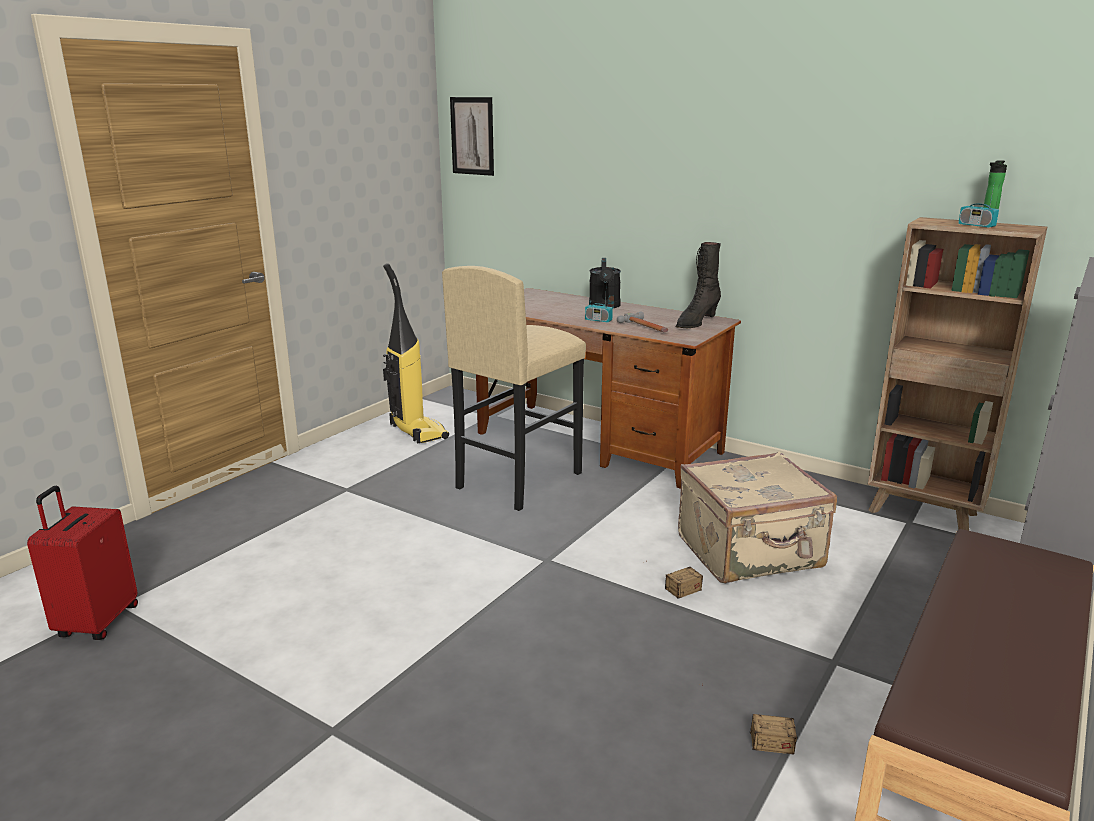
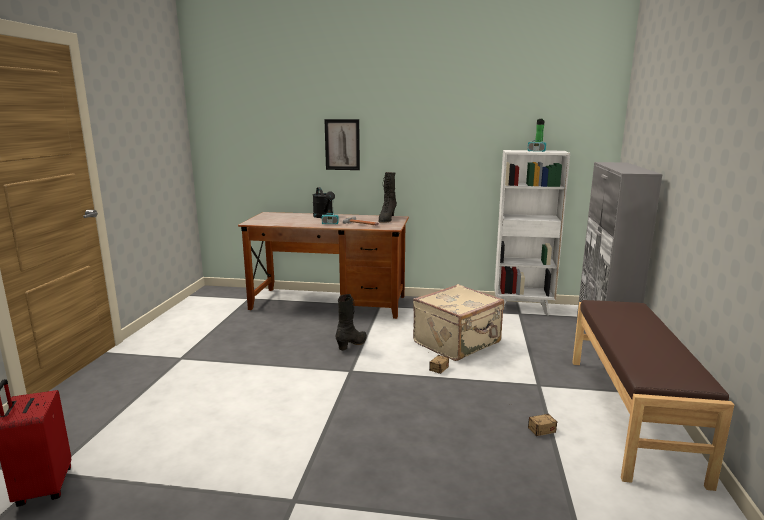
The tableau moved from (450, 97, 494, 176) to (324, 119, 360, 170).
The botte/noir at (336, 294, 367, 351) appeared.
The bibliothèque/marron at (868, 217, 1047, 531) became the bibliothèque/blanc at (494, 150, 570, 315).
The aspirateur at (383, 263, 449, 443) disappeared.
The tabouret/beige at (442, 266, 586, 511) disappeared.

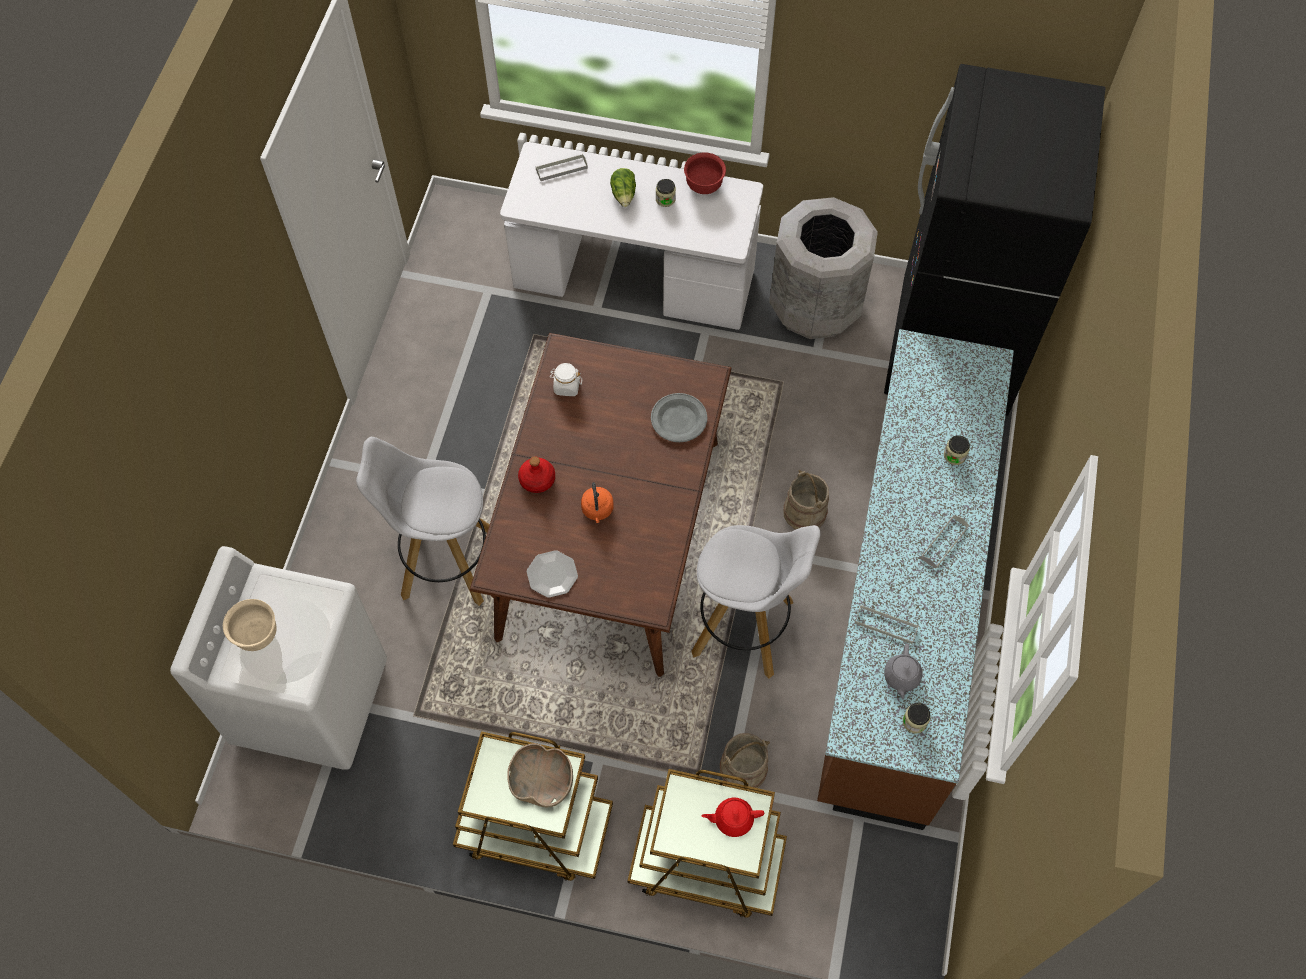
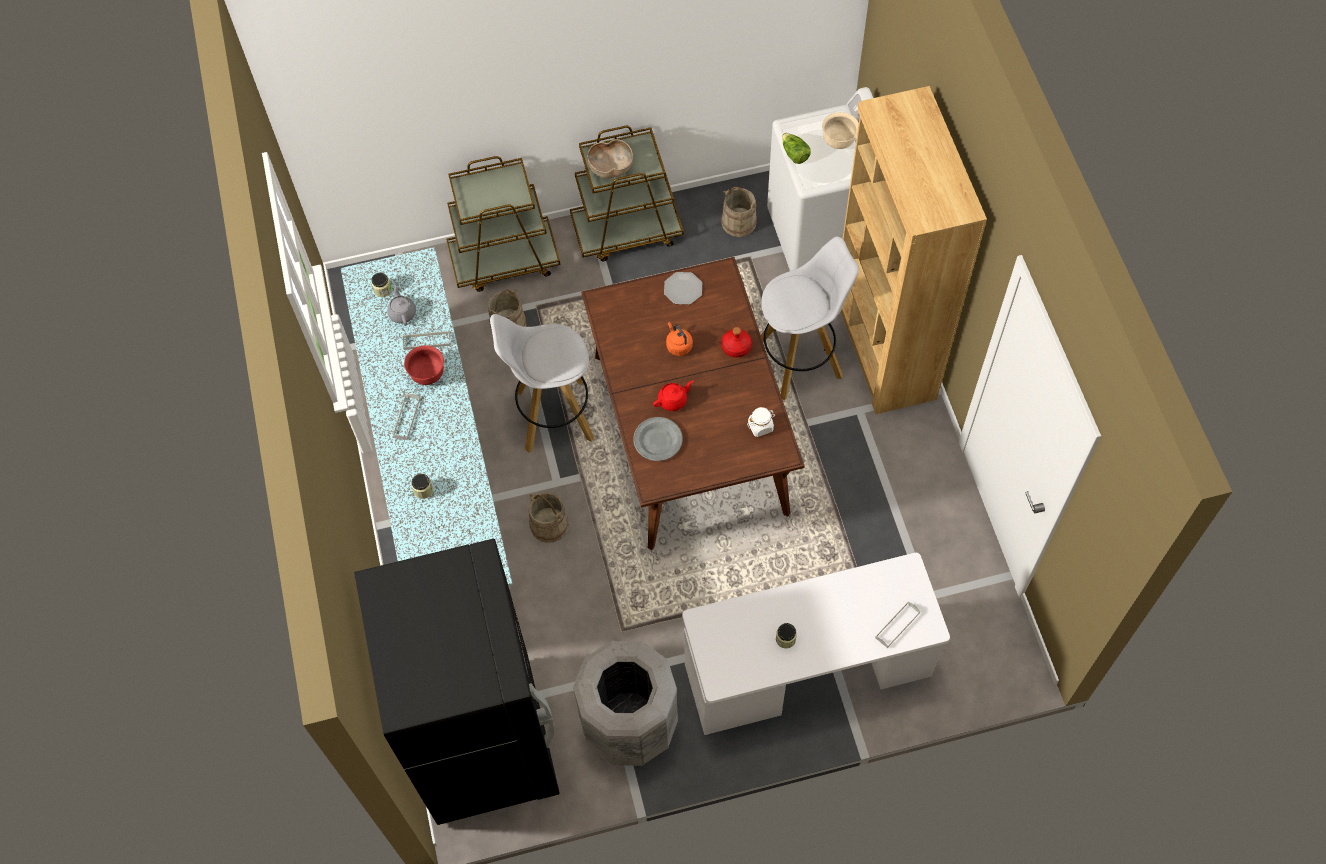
The bol/rouge moved from (684, 152, 726, 194) to (404, 345, 444, 385).
The théière/rouge moved from (701, 798, 764, 837) to (653, 380, 693, 411).
The seau/beige at (721, 187, 757, 237) appeared.
The laitue moved from (610, 168, 636, 207) to (782, 133, 811, 164).
The bibliothèque/marron at (841, 86, 987, 414) appeared.

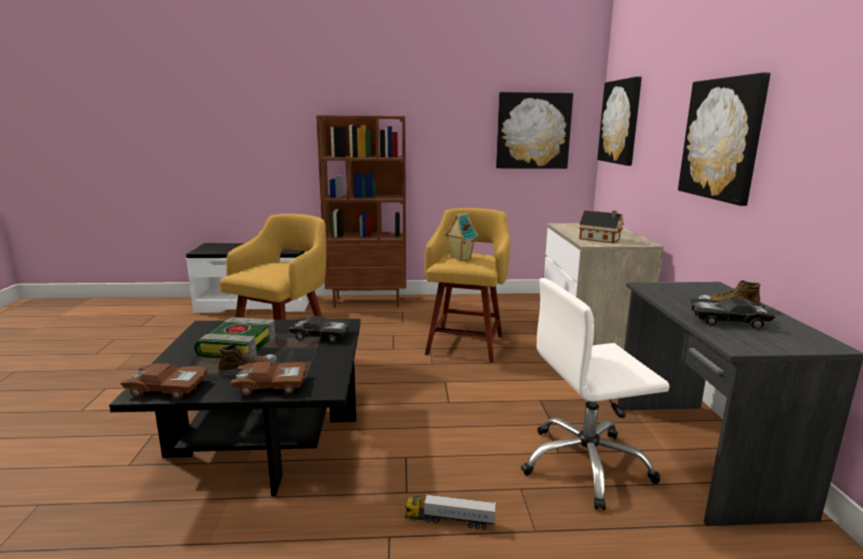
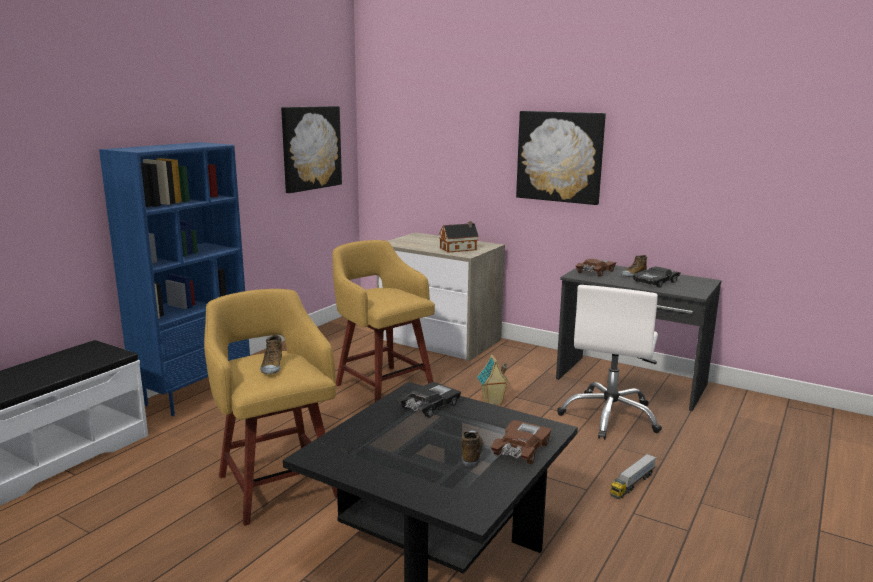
The bibliothèque/marron at (316, 115, 406, 308) became the bibliothèque/bleu at (99, 142, 250, 416).
The chaussure at (260, 335, 282, 374) appeared.
The maison miniature moved from (445, 212, 478, 261) to (477, 354, 510, 405).
The petite voiture/marron moved from (120, 363, 208, 399) to (576, 259, 616, 277).
The livre at (194, 317, 276, 358) disappeared.
The tableau at (597, 77, 642, 166) disappeared.

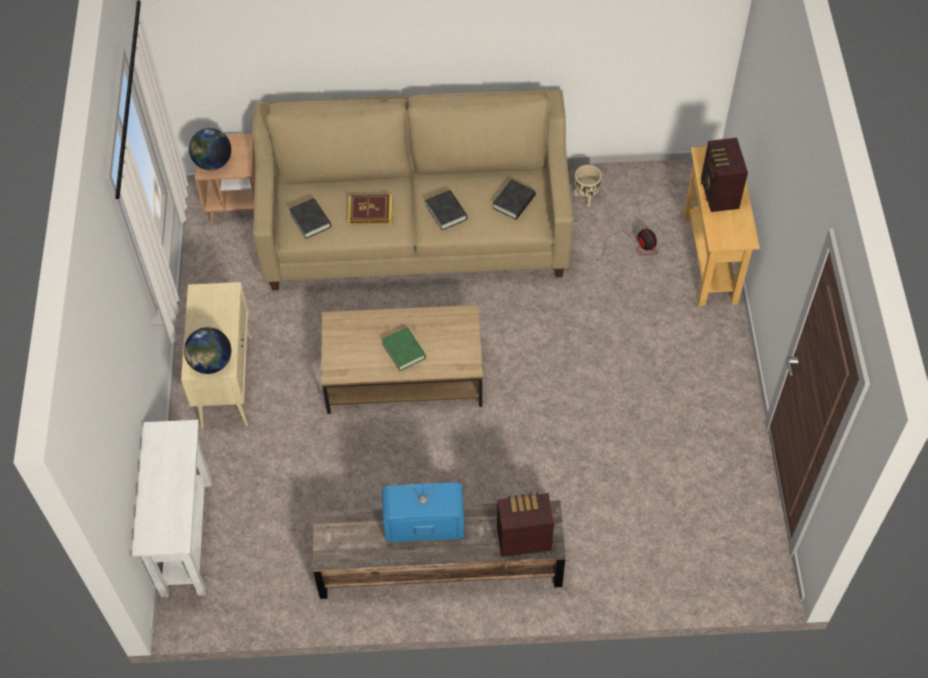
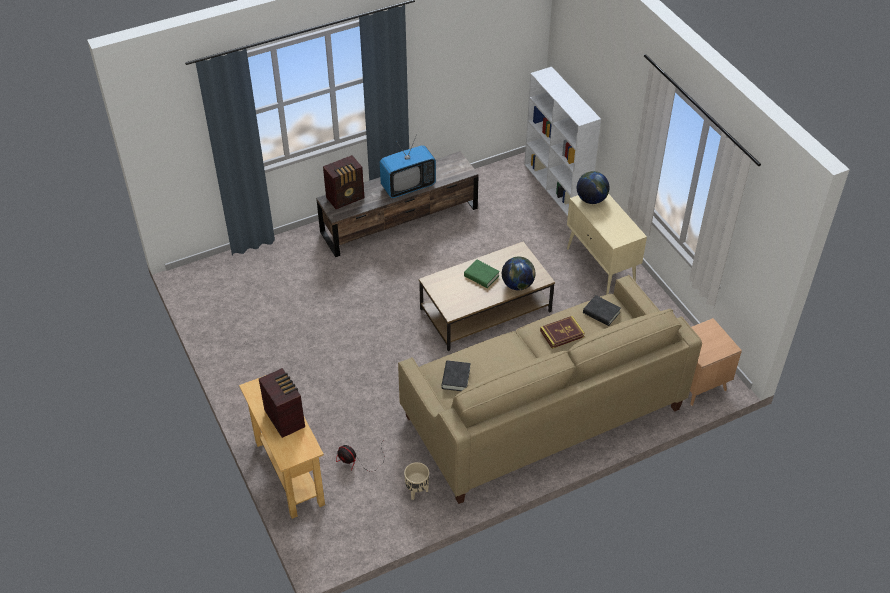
The globe moved from (189, 128, 231, 170) to (502, 256, 535, 291).
The table console/blanc at (132, 420, 212, 597) was replaced by the bibliothèque/blanc at (524, 67, 601, 216).
The livre/noir at (425, 190, 468, 230) disappeared.

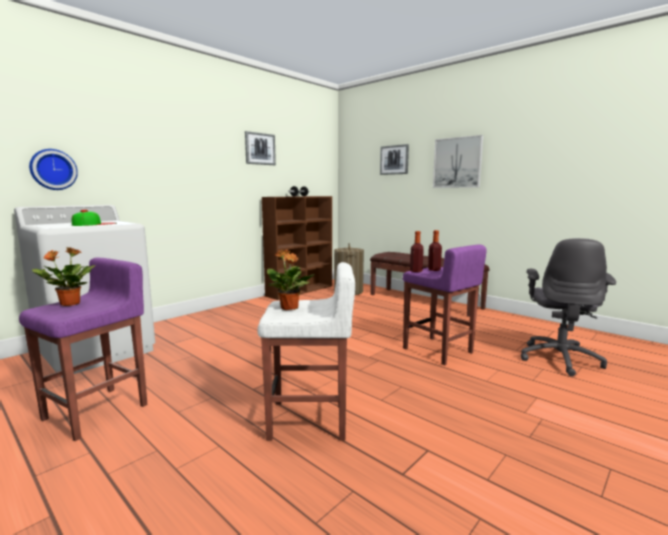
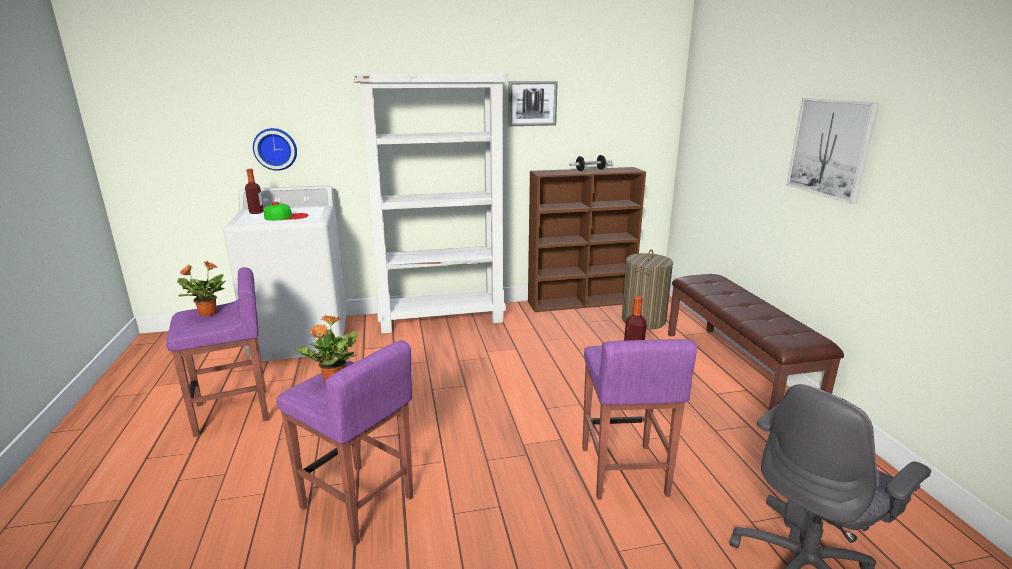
The bouteille moved from (410, 231, 424, 272) to (245, 169, 264, 214).
The tabouret/blanc at (257, 262, 355, 441) became the tabouret/violet at (276, 340, 413, 545).
The bibliothèque/blanc at (354, 74, 508, 334) appeared.
The tableau at (380, 144, 409, 175) disappeared.

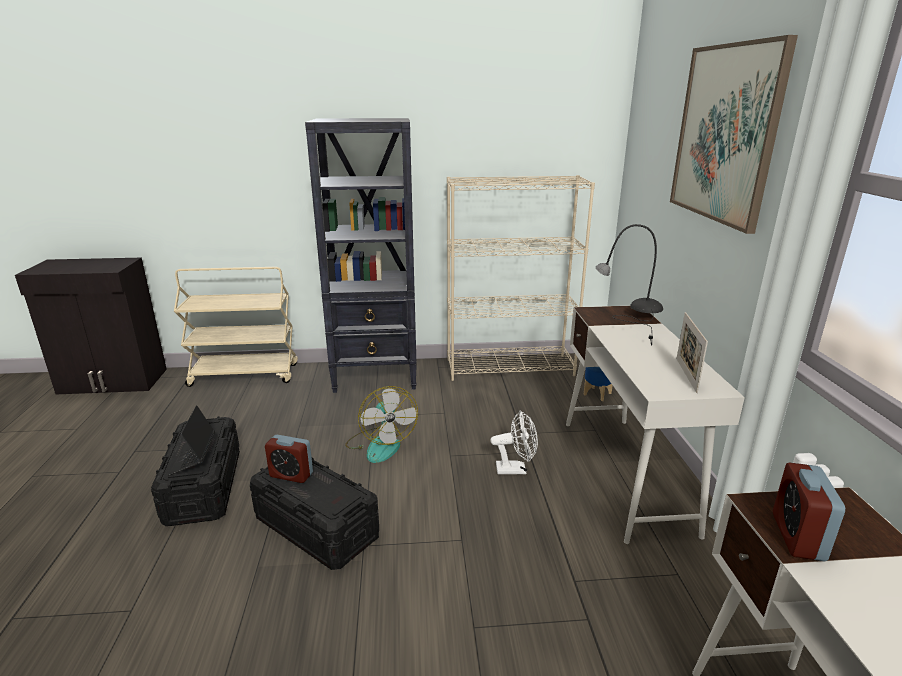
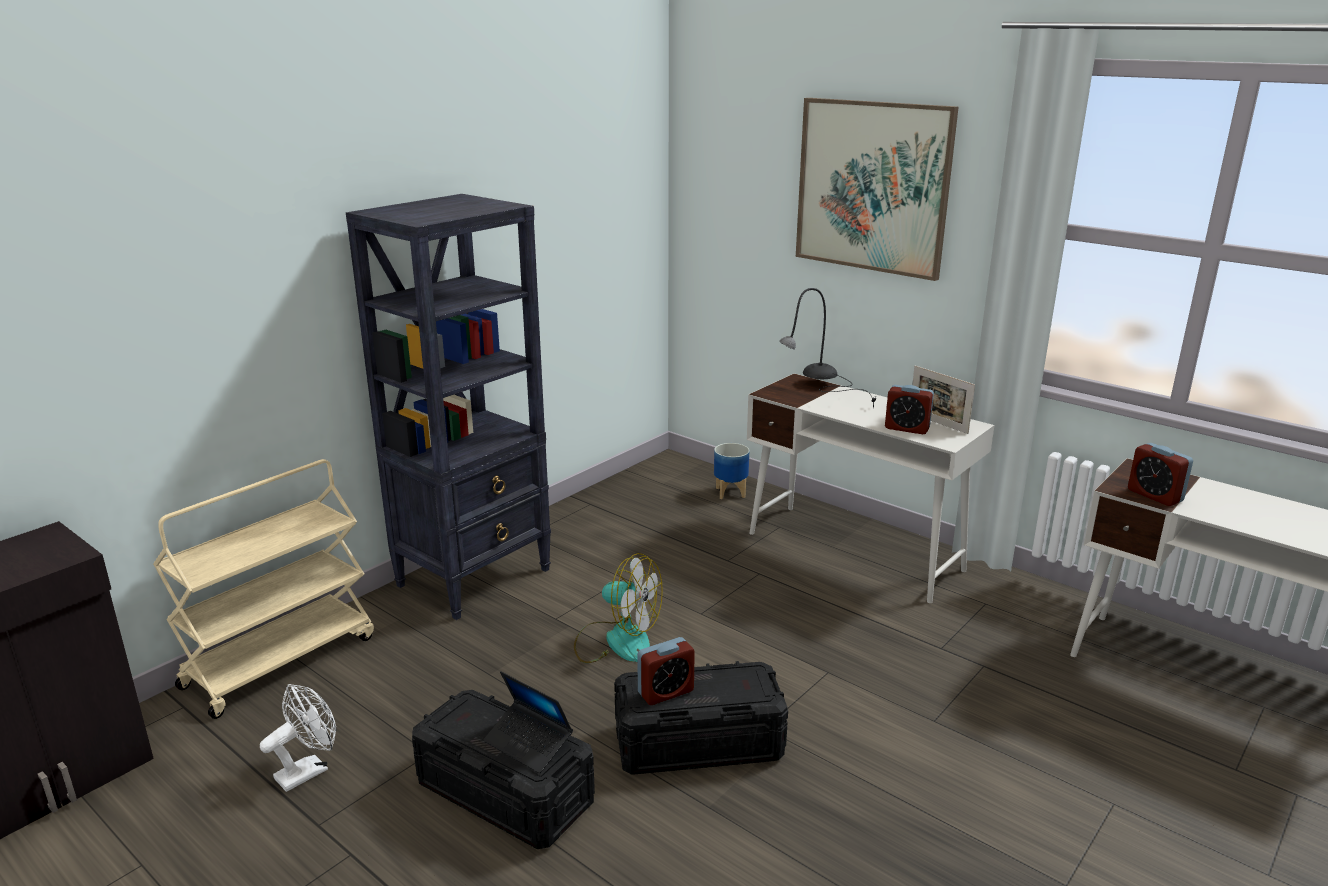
The ventilateur/blanc moved from (490, 411, 538, 474) to (260, 684, 336, 792).
The réveil at (885, 385, 934, 434) appeared.
The bibliothèque/beige at (447, 175, 595, 381) disappeared.

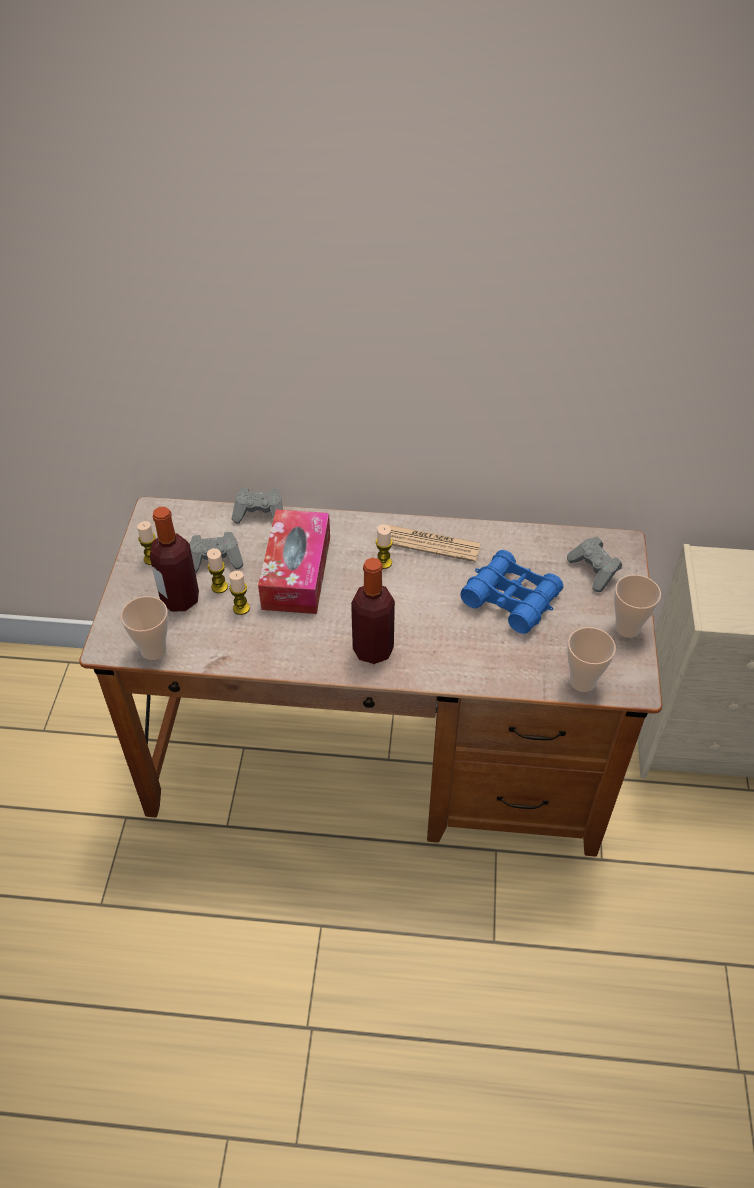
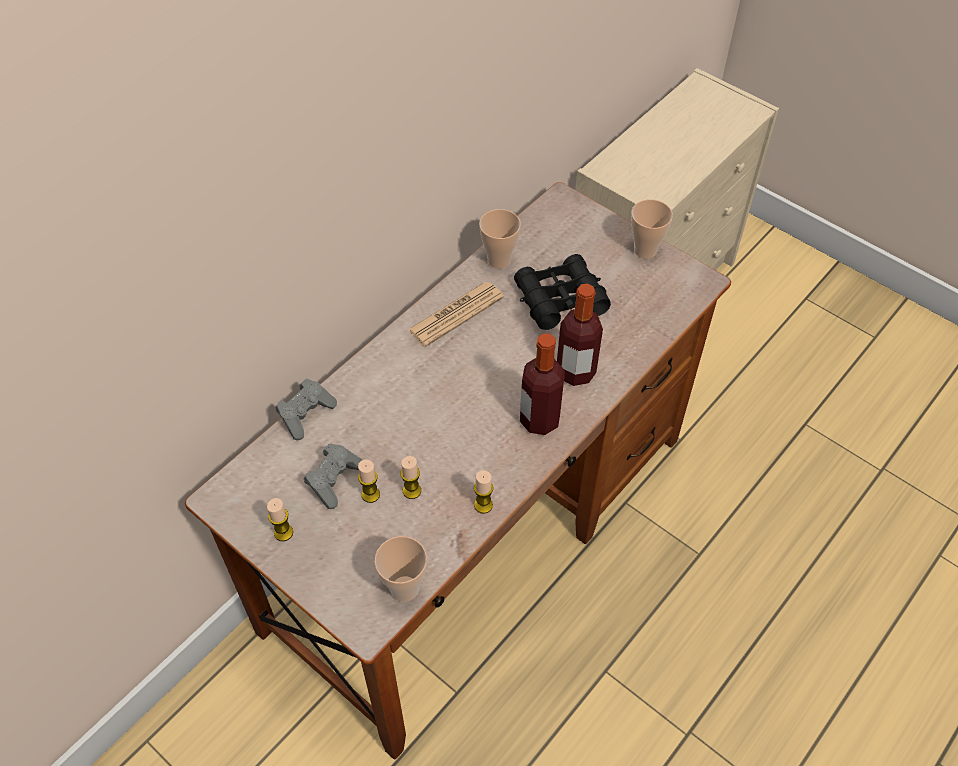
The bougie moved from (376, 524, 393, 569) to (474, 470, 493, 514).
The tasse moved from (567, 627, 616, 692) to (479, 209, 521, 269).
The jumelles/bleu at (460, 550, 563, 634) became the jumelles/noir at (514, 254, 611, 330).
The bouteille moved from (150, 507, 199, 612) to (557, 283, 603, 386).
The boîte à mouchoirs at (258, 509, 330, 614) disappeared.
The manette/gris at (567, 537, 622, 592) disappeared.

